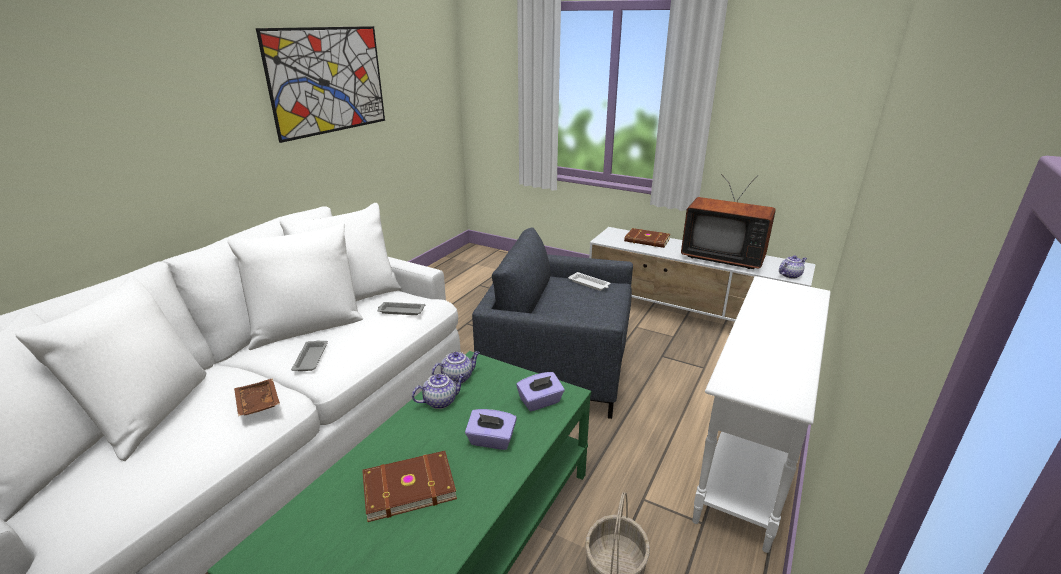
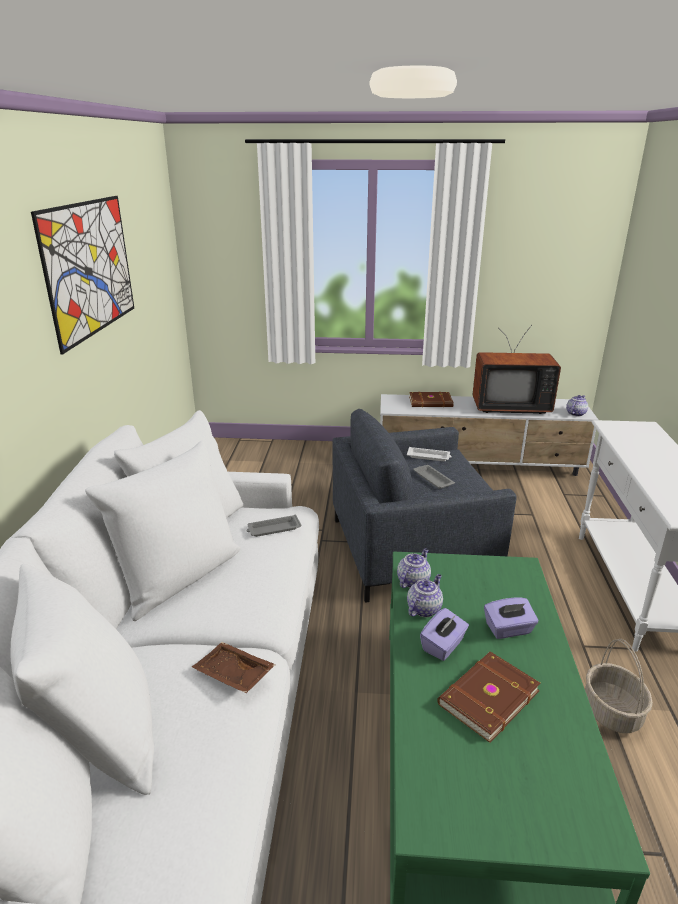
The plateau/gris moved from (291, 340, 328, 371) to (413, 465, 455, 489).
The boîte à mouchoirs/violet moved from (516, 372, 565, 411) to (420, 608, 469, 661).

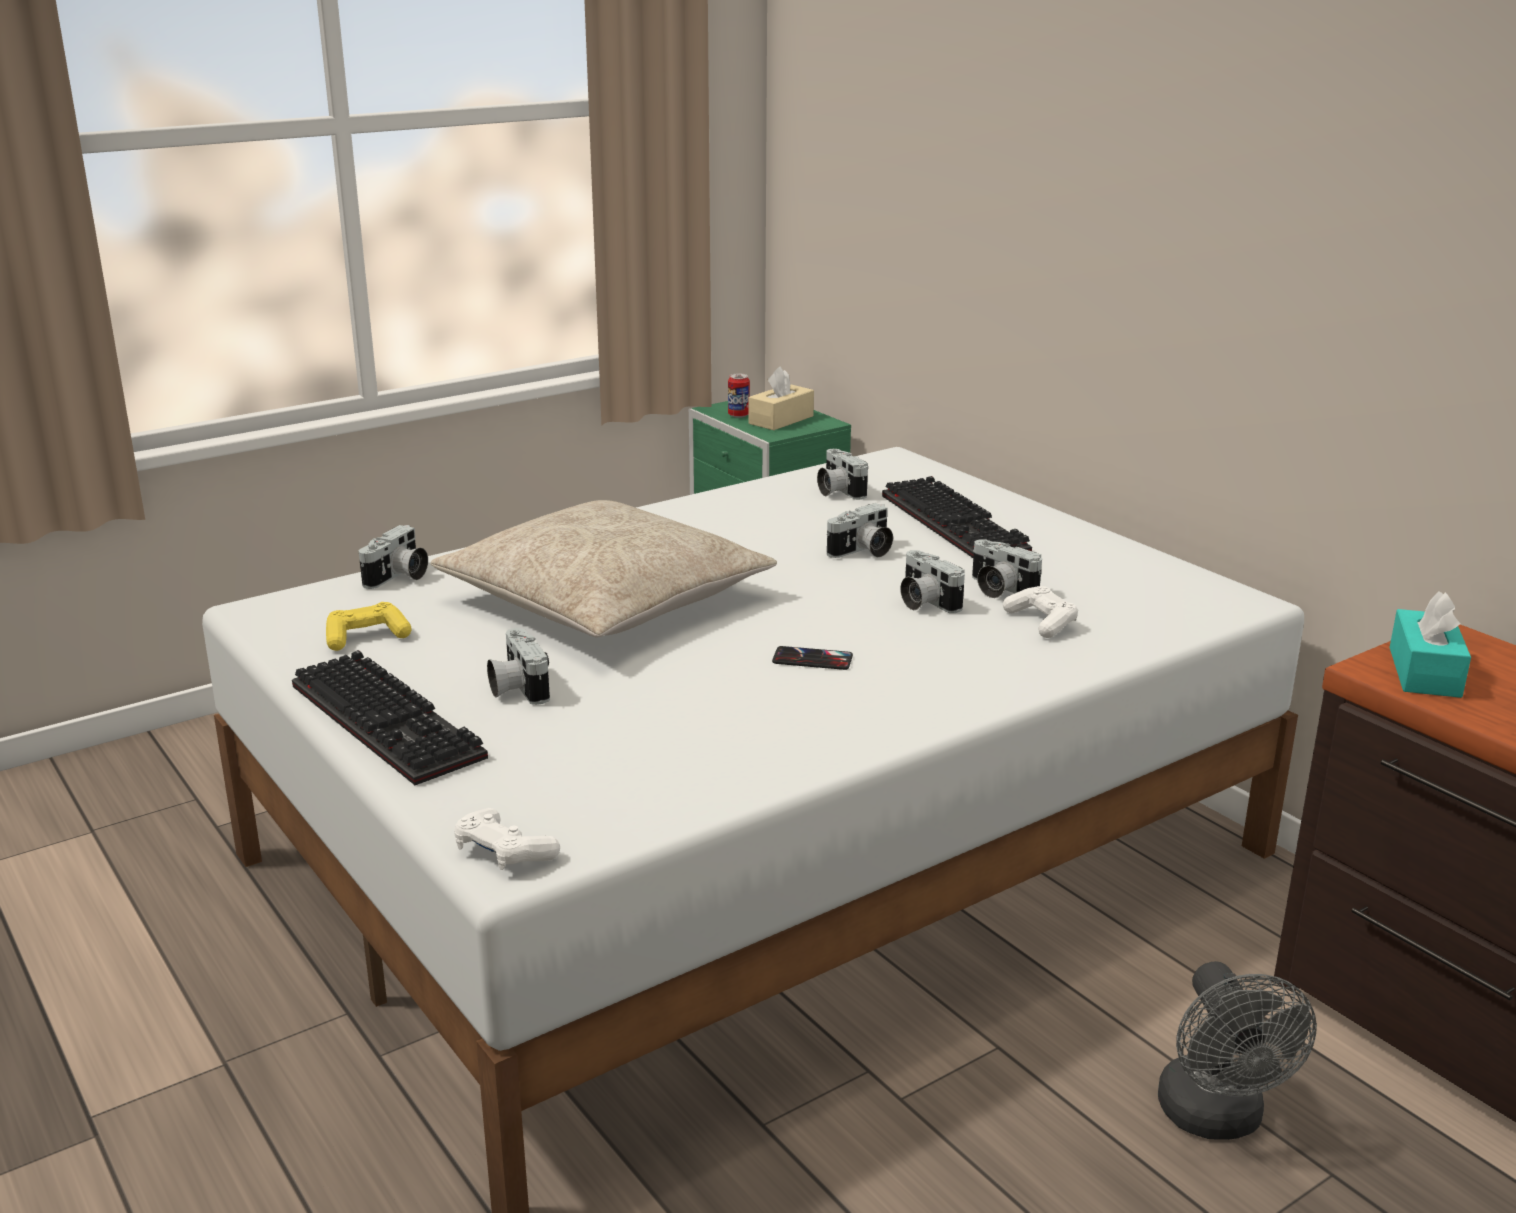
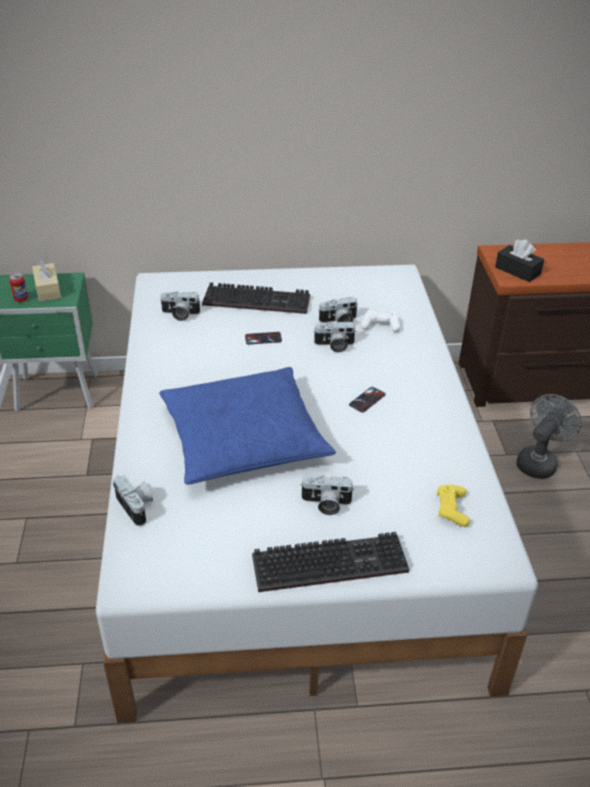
The coussin/beige at (430, 500, 777, 638) became the coussin/bleu at (159, 367, 336, 485).
The appareil photo at (827, 503, 893, 558) was replaced by the téléphone at (245, 332, 282, 345).
The manette/jaune moved from (326, 602, 412, 651) to (437, 485, 470, 527).
The boîte à mouchoirs/turquoise at (1389, 591, 1471, 698) became the boîte à mouchoirs/noir at (495, 239, 544, 282).
The ventilateur/gris at (1158, 961, 1317, 1140) turned 75 degrees counterclockwise.
The manette/blanc at (454, 808, 560, 870) disappeared.

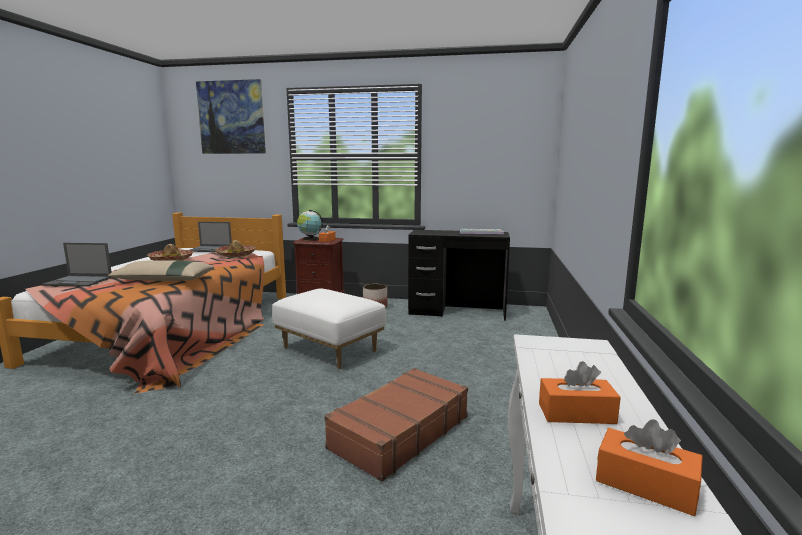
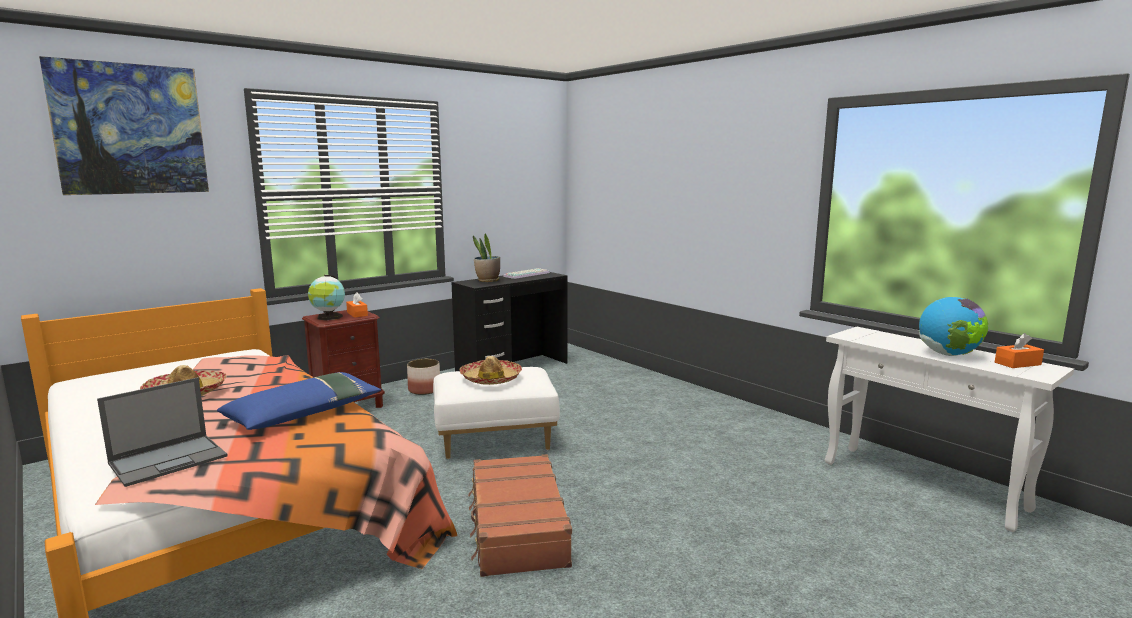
The coussin/beige at (108, 260, 214, 281) became the coussin/bleu at (217, 372, 381, 430).
The chapeau moved from (215, 240, 256, 258) to (459, 356, 522, 385).
The valise/marron moved from (324, 368, 468, 482) to (468, 454, 572, 577).
The plante en pot at (473, 233, 500, 282) appeared.
The boîte à mouchoirs/orange at (539, 361, 621, 424) was replaced by the globe at (919, 297, 988, 356).
The ordinateur portable at (190, 222, 232, 252) disappeared.

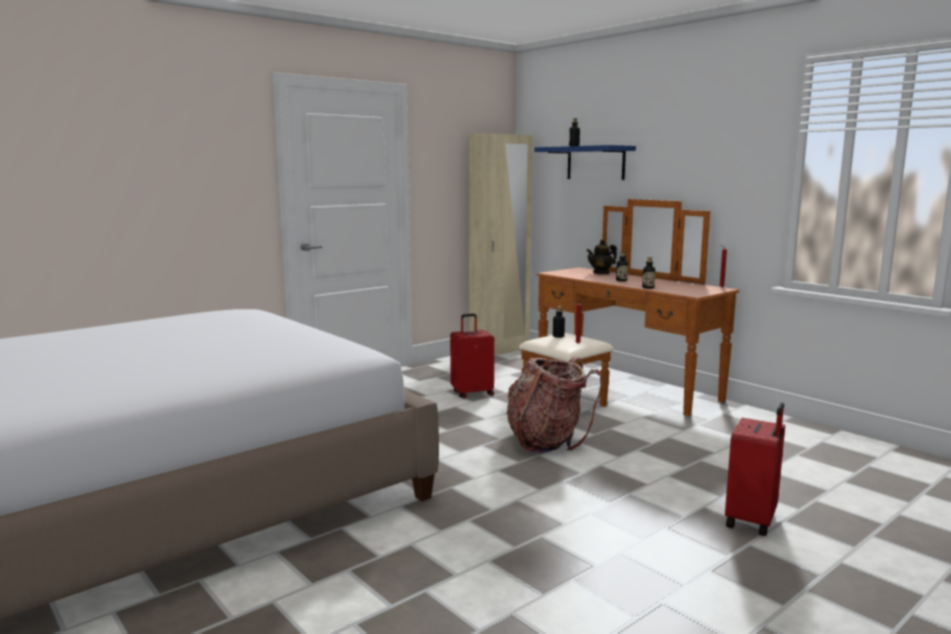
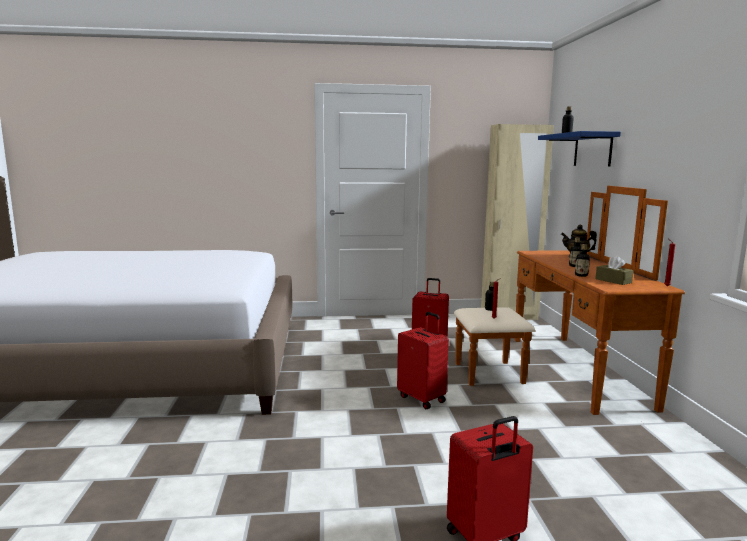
The sac à dos at (507, 357, 602, 453) was replaced by the valise/rouge at (397, 312, 449, 409).
The boîte à mouchoirs/marron at (595, 256, 634, 285) appeared.

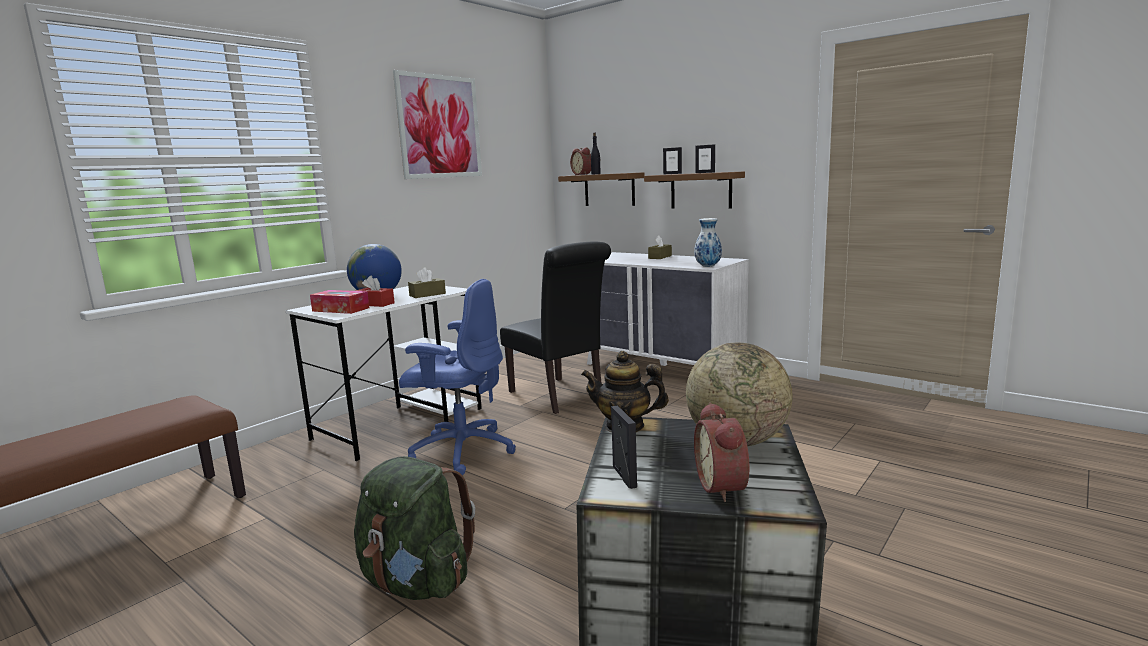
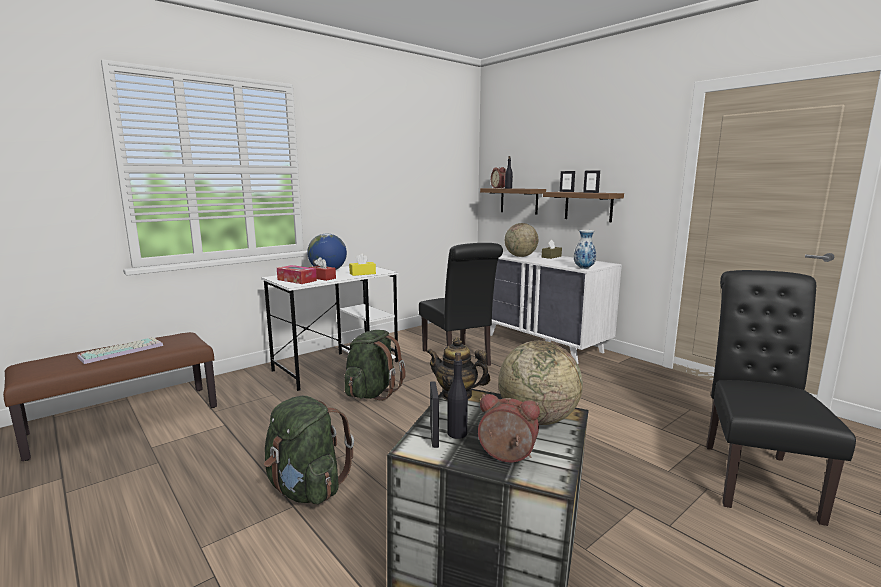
The clavier at (77, 337, 163, 364) appeared.
The chaise de bureau/bleu at (399, 279, 516, 475) was replaced by the sac à dos/vert at (344, 330, 406, 401).
The boîte à mouchoirs/marron at (408, 267, 446, 298) became the boîte à mouchoirs/jaune at (349, 254, 376, 276).
The bouteille/noir at (447, 352, 468, 439) appeared.
The réveil at (694, 402, 749, 502) turned 105 degrees clockwise.
The globe at (505, 223, 538, 257) appeared.
The chaise/noir at (706, 270, 856, 526) appeared.
The tableau at (393, 70, 482, 179) disappeared.

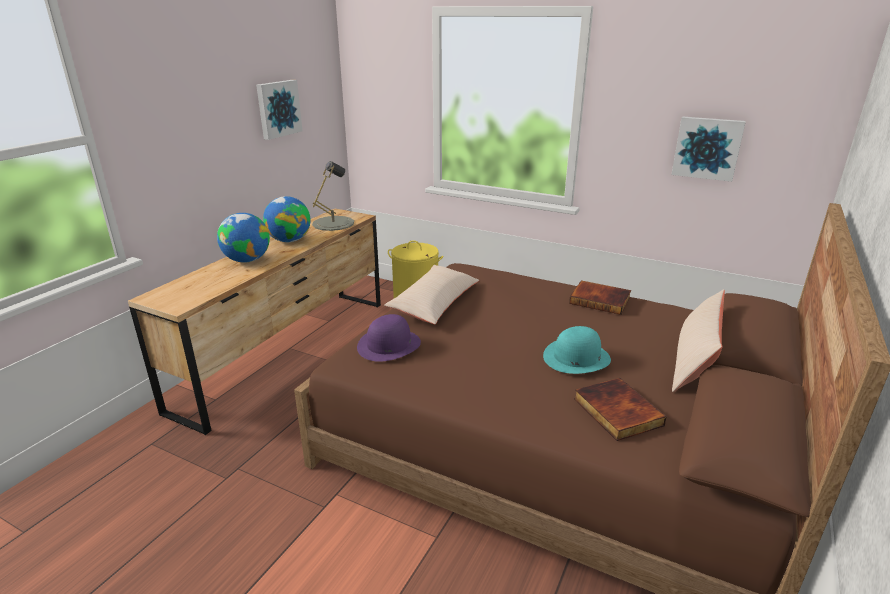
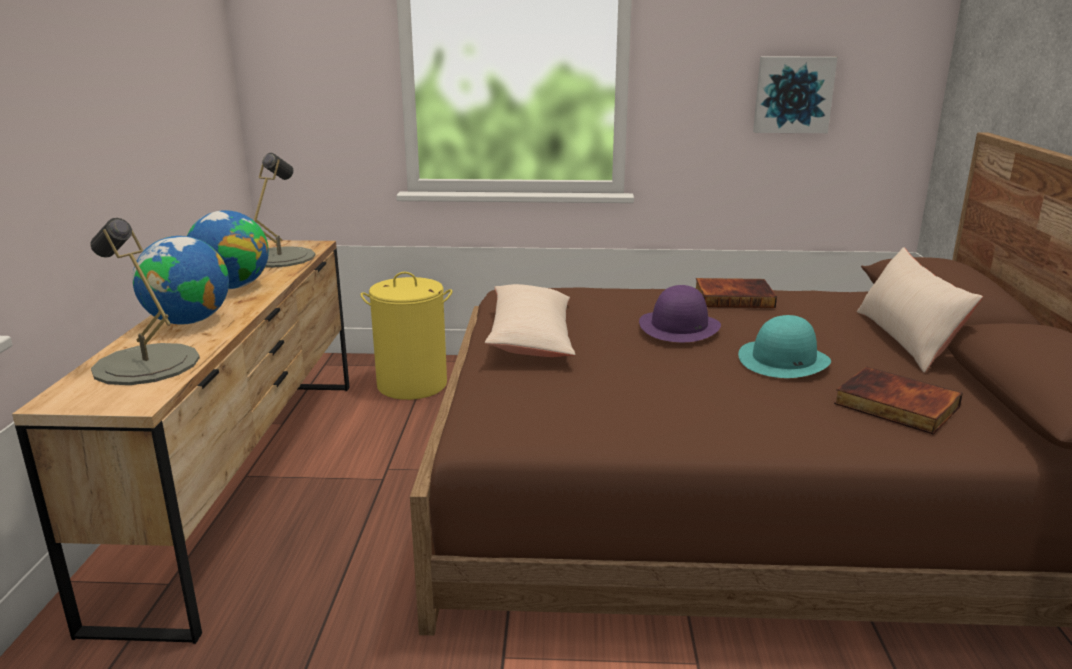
The lampe de table/gris at (91, 218, 200, 385) appeared.
The chapeau/violet moved from (357, 314, 421, 362) to (639, 285, 721, 342).
The tableau at (256, 80, 303, 140) disappeared.

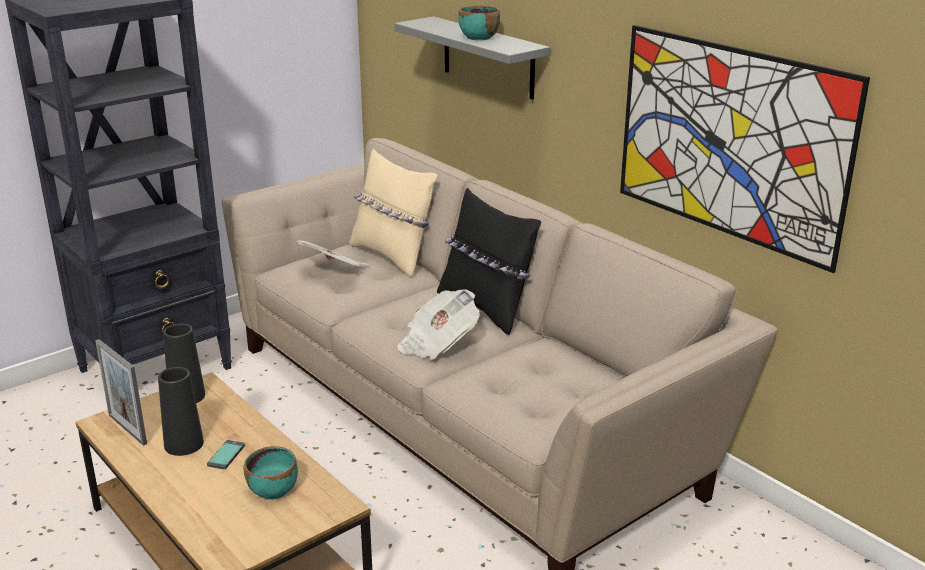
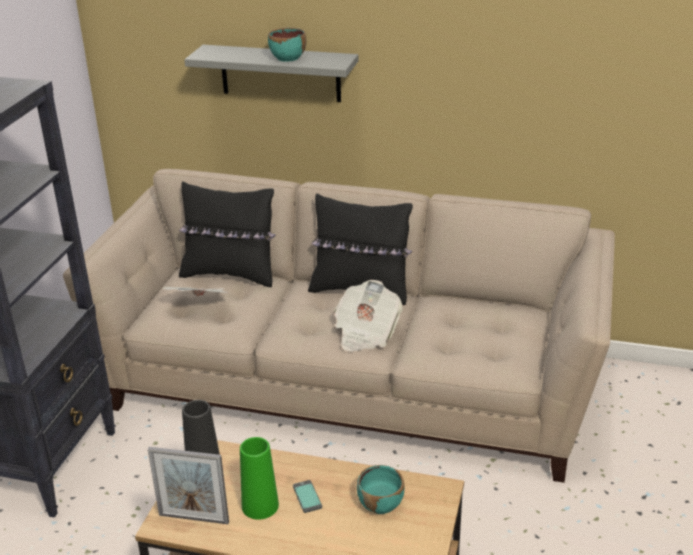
The coussin/beige at (349, 149, 437, 278) became the coussin/noir at (179, 181, 276, 287).
The vase/noir at (158, 367, 204, 456) became the vase/vert at (240, 437, 279, 520).
The tableau at (620, 25, 870, 273) disappeared.

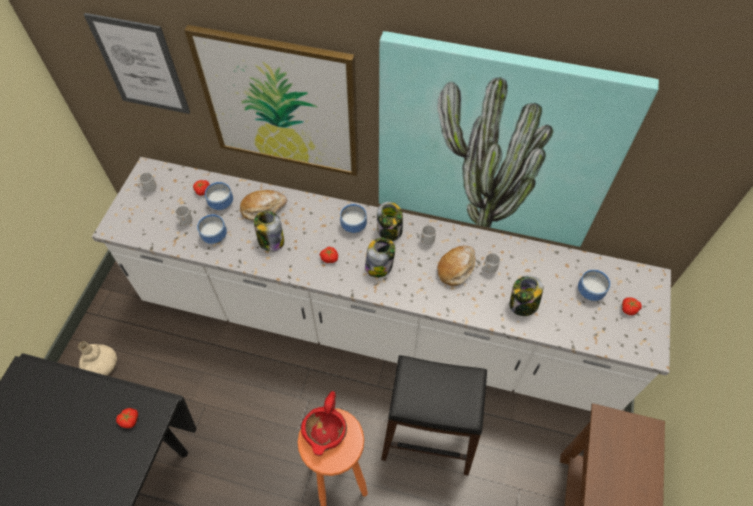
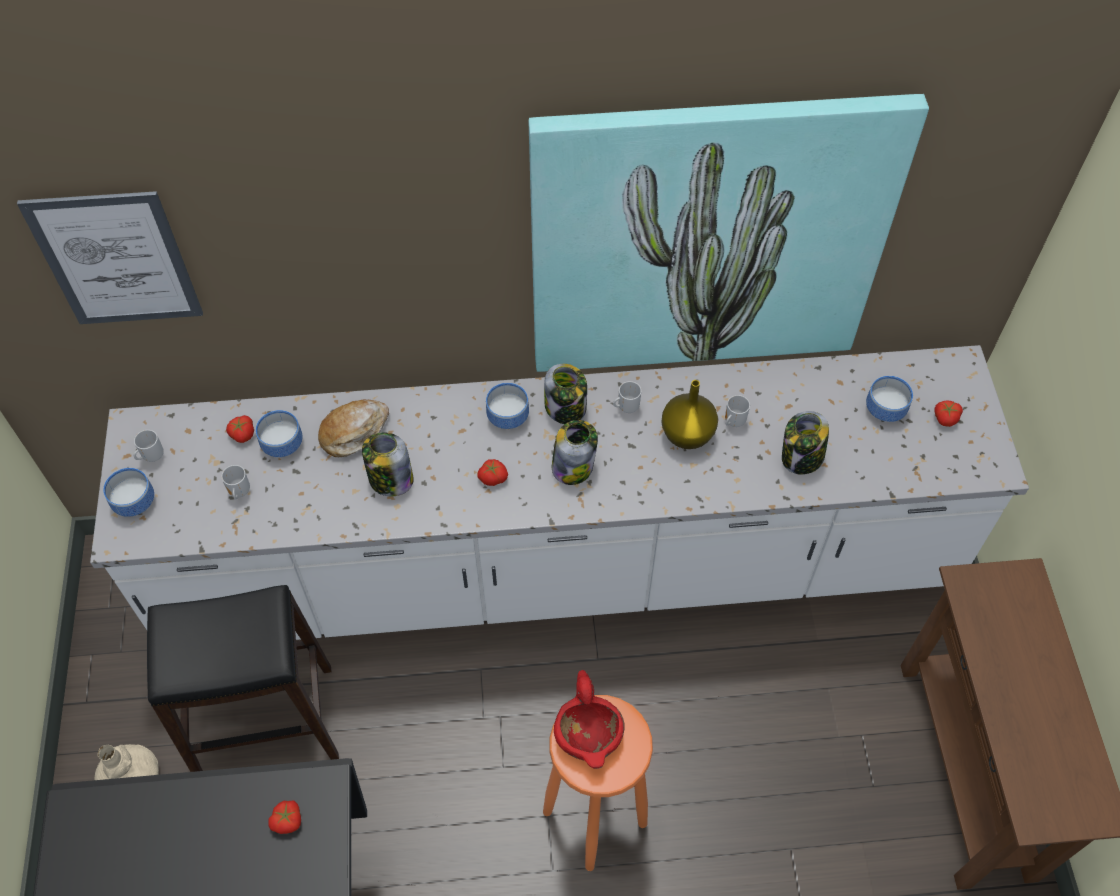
The bol moved from (197, 214, 227, 244) to (103, 468, 154, 517).
The tabouret/noir moved from (381, 355, 487, 475) to (147, 585, 339, 772).
The pain at (437, 246, 475, 286) was replaced by the vase/jaune at (661, 380, 718, 449).
The tableau at (184, 25, 359, 176) disappeared.

